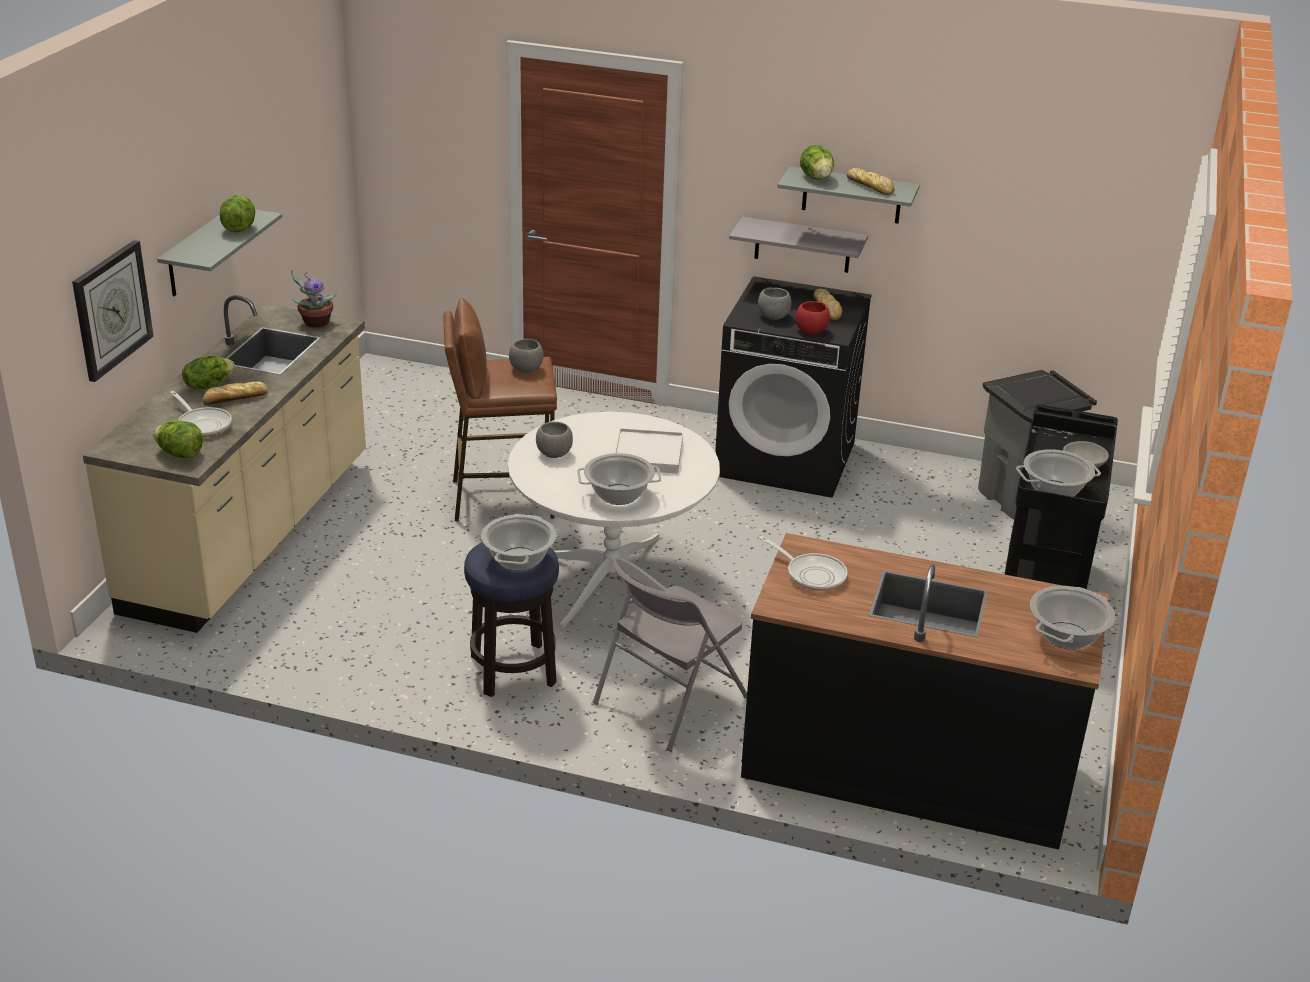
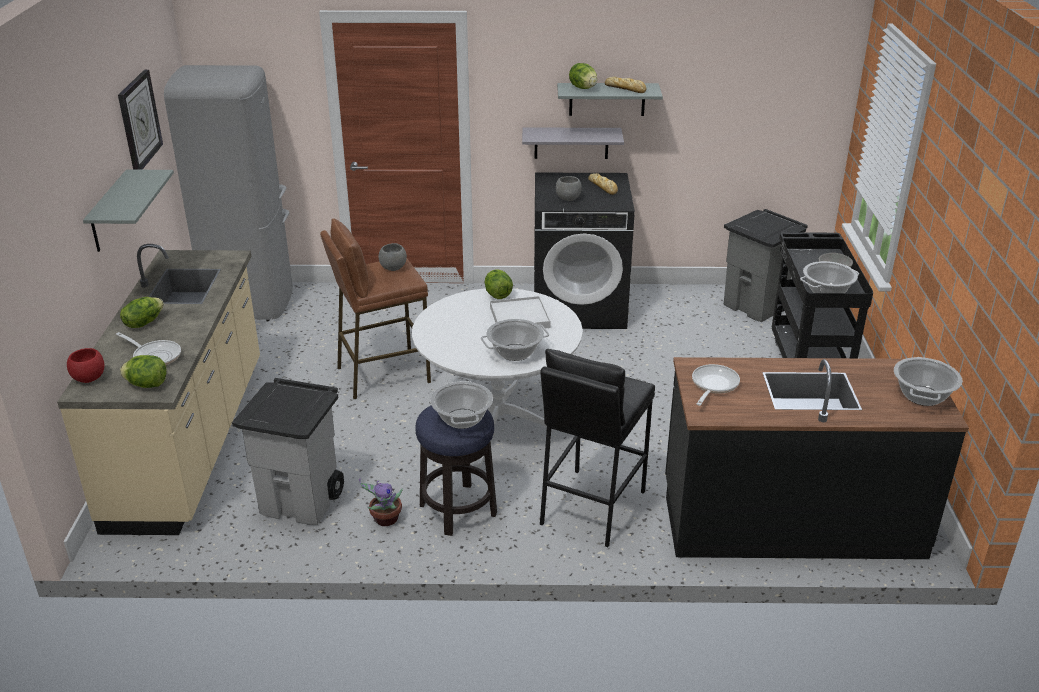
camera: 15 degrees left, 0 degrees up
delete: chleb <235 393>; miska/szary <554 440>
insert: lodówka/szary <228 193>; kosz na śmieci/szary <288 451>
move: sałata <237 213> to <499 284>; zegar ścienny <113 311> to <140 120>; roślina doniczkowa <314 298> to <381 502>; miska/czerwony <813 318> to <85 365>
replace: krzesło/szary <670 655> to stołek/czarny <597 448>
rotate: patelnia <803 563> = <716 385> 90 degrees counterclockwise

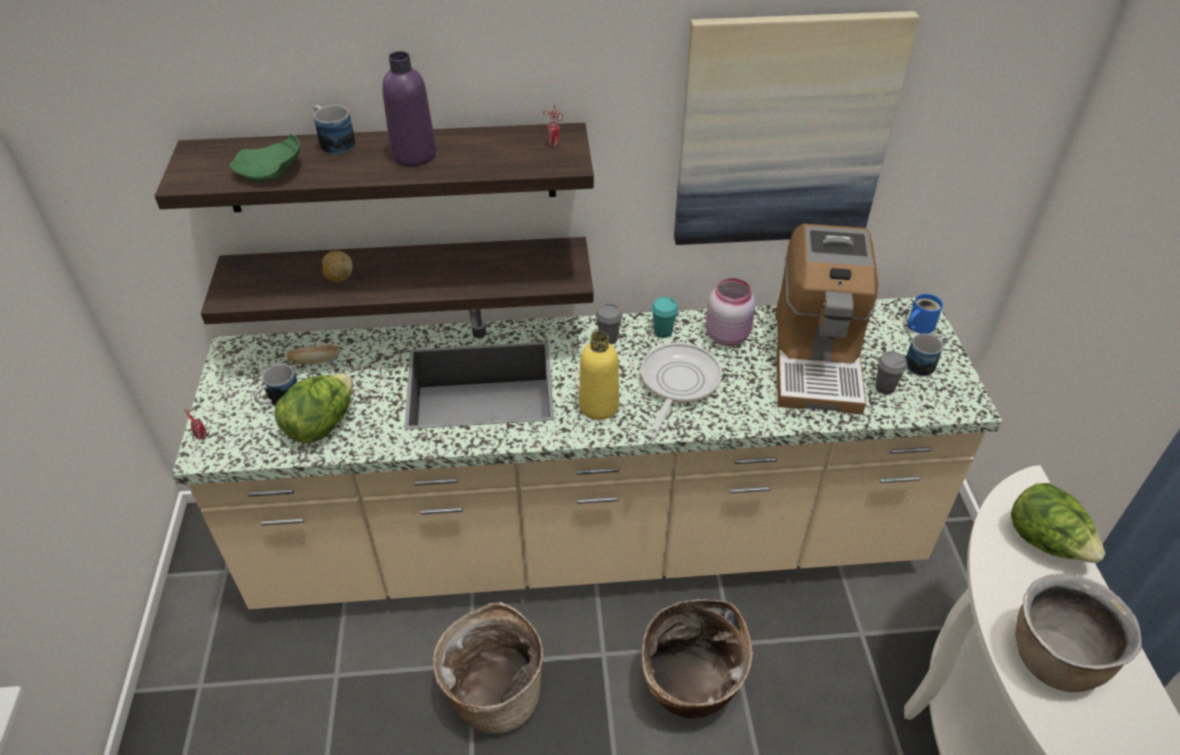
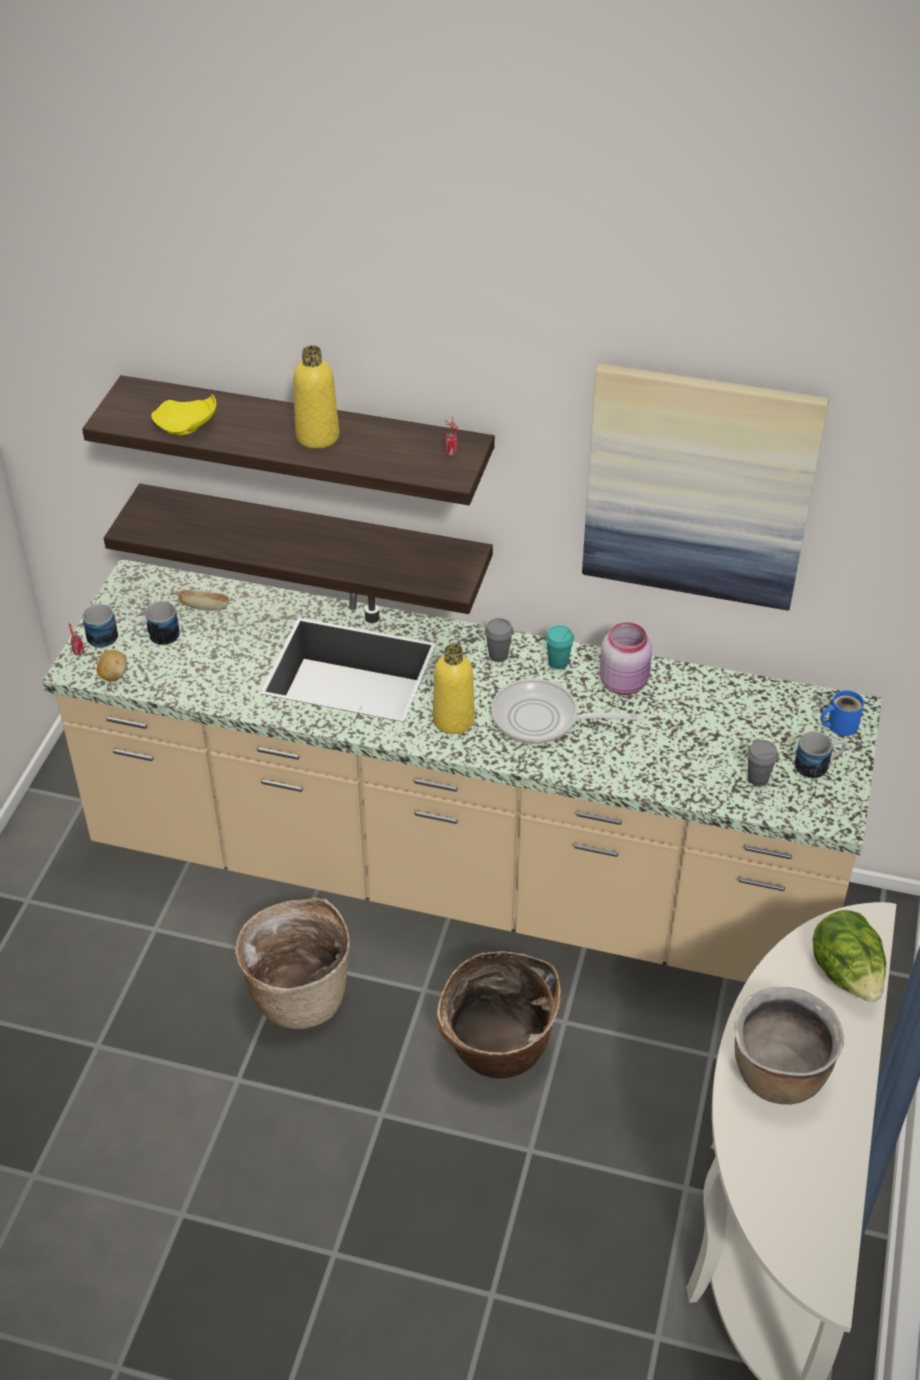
camera: 20 degrees right, 0 degrees up
delete: ekspres do kawy <827 319>; sałata <313 408>
move: kubek <334 130> to <100 623>; ziemniak <337 266> to <112 665>
recolor: butelka/fioletowy <409 109> to butelka/żółty <316 397>; talerz/zielony <265 158> to talerz/żółty <183 414>
rotate: patelnia <681 391> = <567 711> 120 degrees counterclockwise

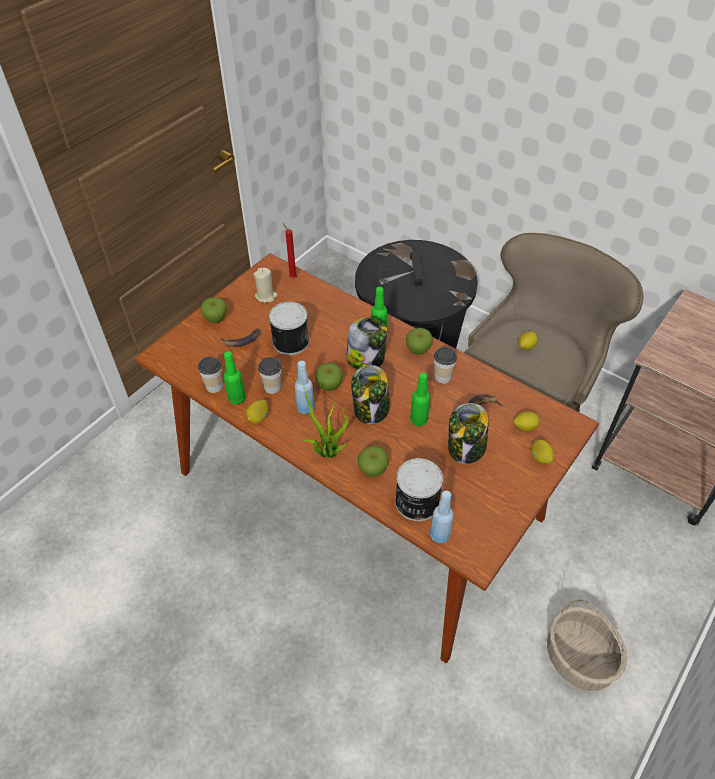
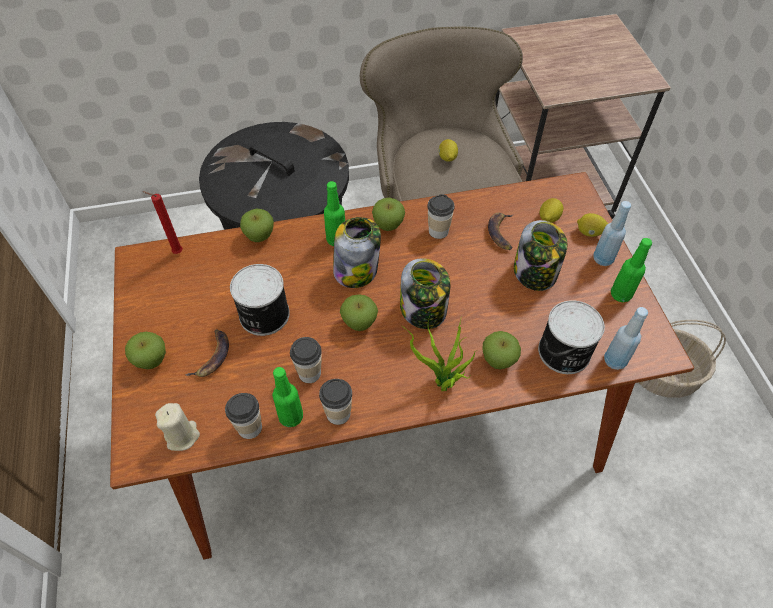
camera: 50 degrees left, 5 degrees up
insert: jabłko <257 225>
move: świeca/beżowy <265 285> to <177 427>; butelka/niebieski <305 387> to <612 233>; butelka/zielony <420 399> to <631 270>
replace: cytryna <257 411> to filiżanka <335 402>

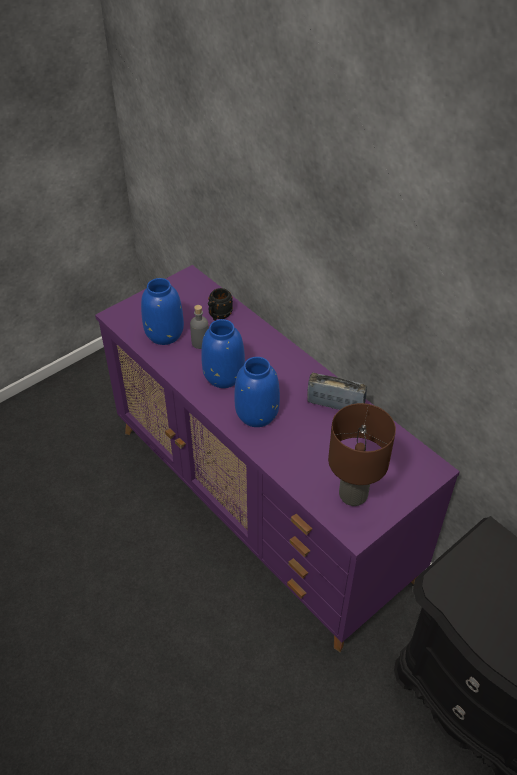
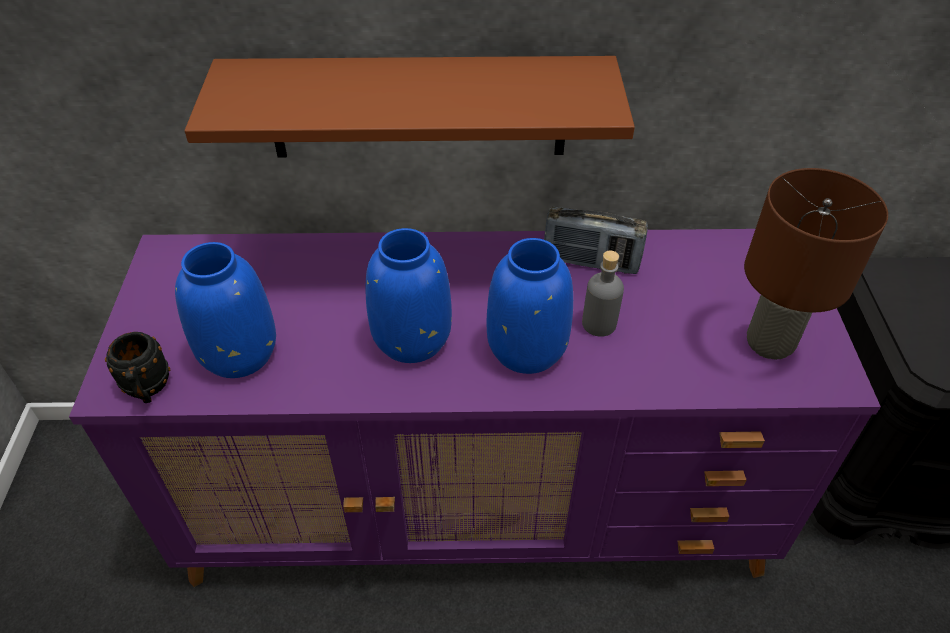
camera: 50 degrees left, 0 degrees up
insert: półka/brązowy <410 107>
move: kubek/czarny <220 304> to <137 367>; butelka/szary <199 327> to <603 294>
rotate: radio <337 391> = <596 240> 135 degrees counterclockwise

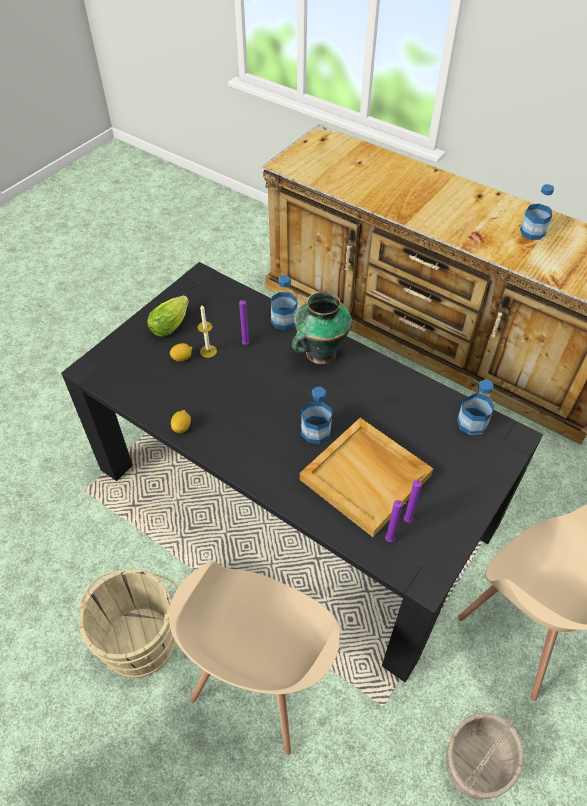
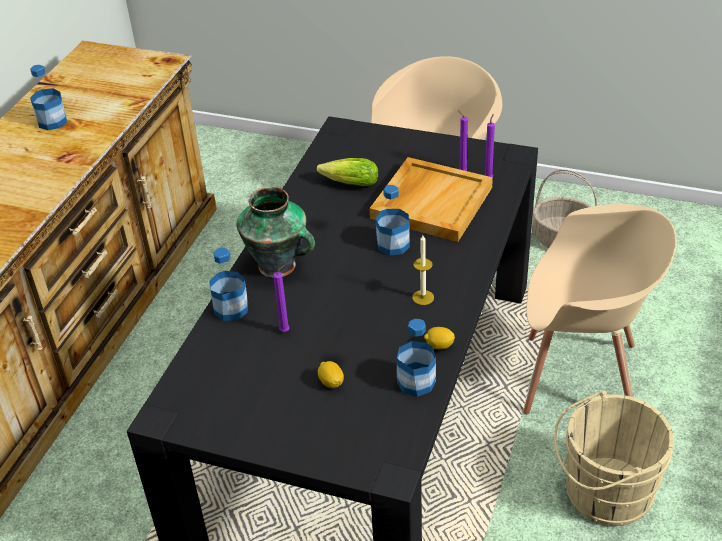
camera: 105 degrees left, 10 degrees down
move: sałata <168 316> to <348 172>; świeca <207 331> to <423 270>; butelka <475 407> to <416 358>

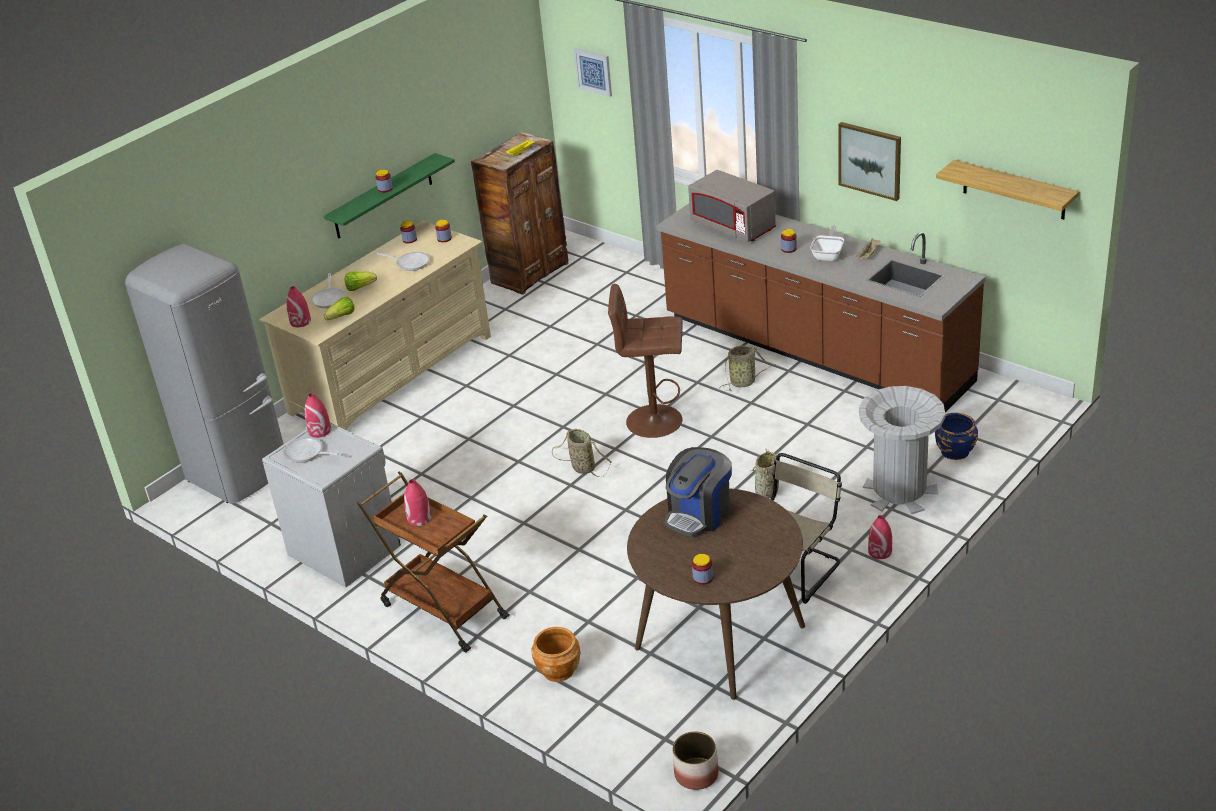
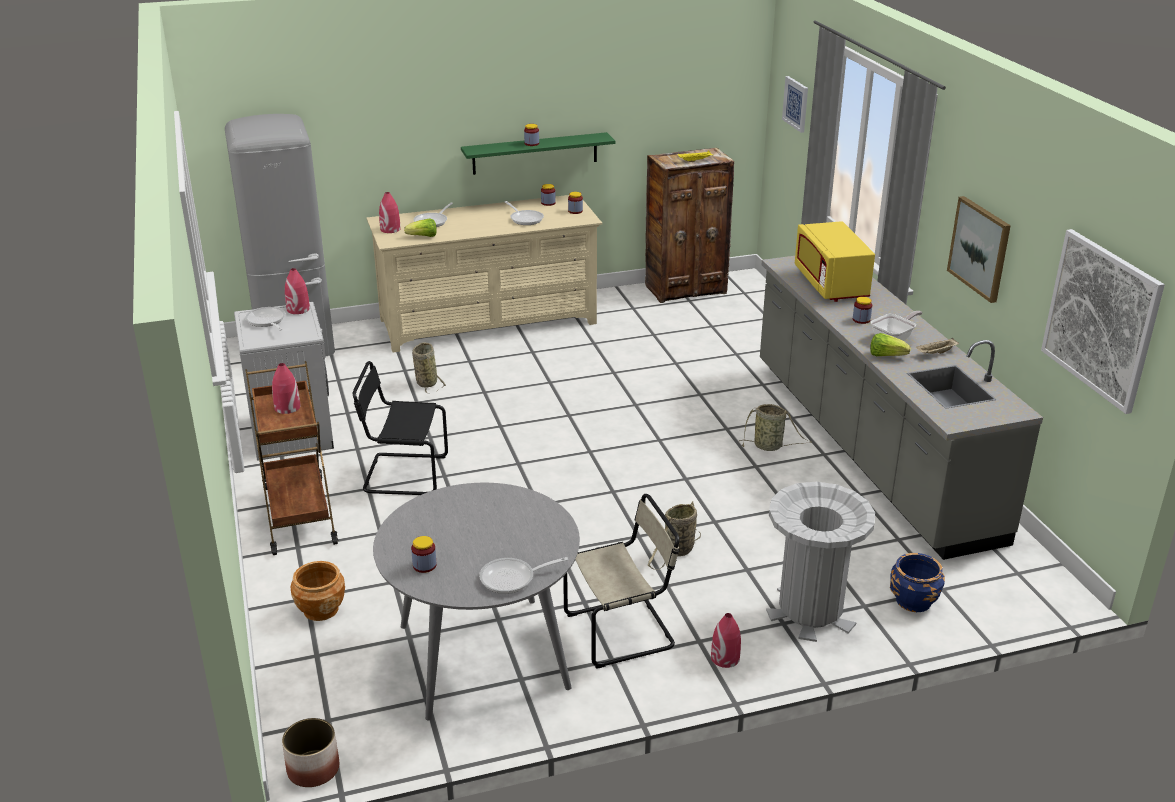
camera: 30 degrees right, 5 degrees down
delete: stołek/brązowy <645 361>; ekspres do kawy <698 492>
insert: krzesło/czarny <400 428>; patelnia <523 575>
move: sałata <361 281> to <890 344>; koszyk <582 453> to <429 368>
replace: półka <1007 189> to obraz <1103 321>
recolor: mikrofalówka/szary <732 206> to mikrofalówka/żółty <835 261>; zabudowa kuchenna/brązowy <821 307> to zabudowa kuchenna/szary <901 408>; stół jadalny/brązowy <716 594> to stół jadalny/szary <476 602>

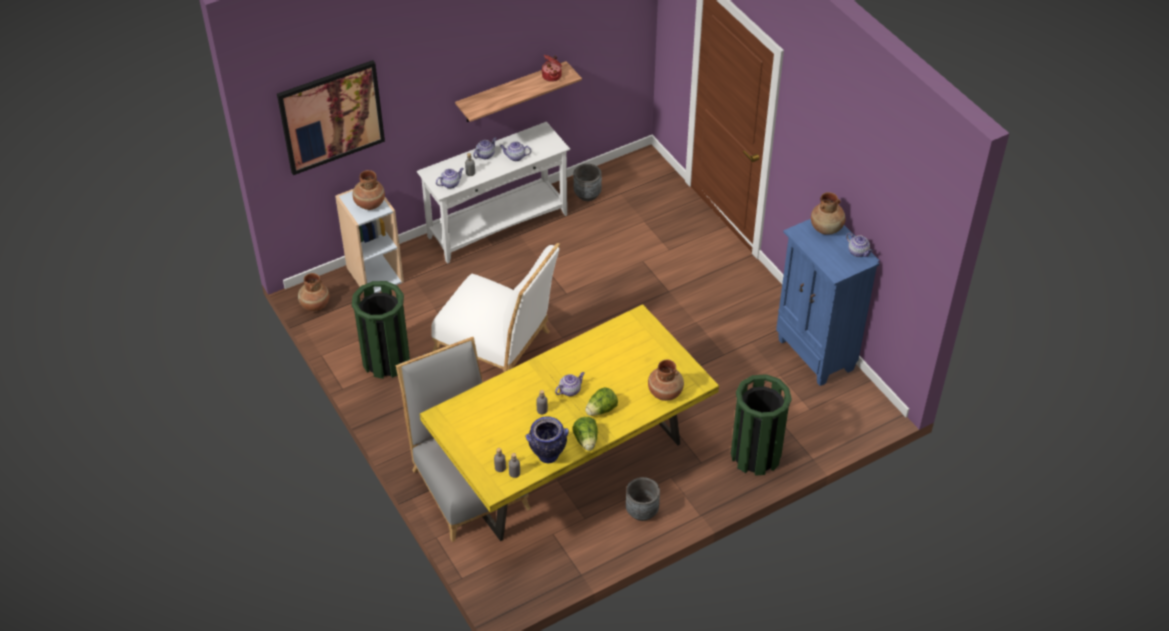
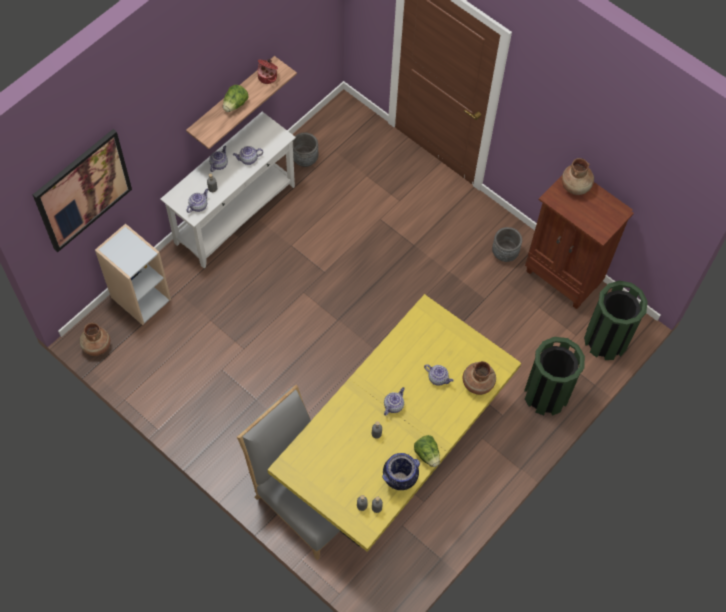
camera: 20 degrees left, 15 degrees up
delete: wazon/brązowy <369 190>; krzesło/biały <495 307>
move: imbryk <859 245> to <439 375>; kosz na śmieci/zielony <381 330> to <616 320>; sałata <601 401> to <235 98>; donica/szary <643 499> to <507 244>
recolor: szafka/niebieski <828 302> to szafka/brązowy <579 242>

